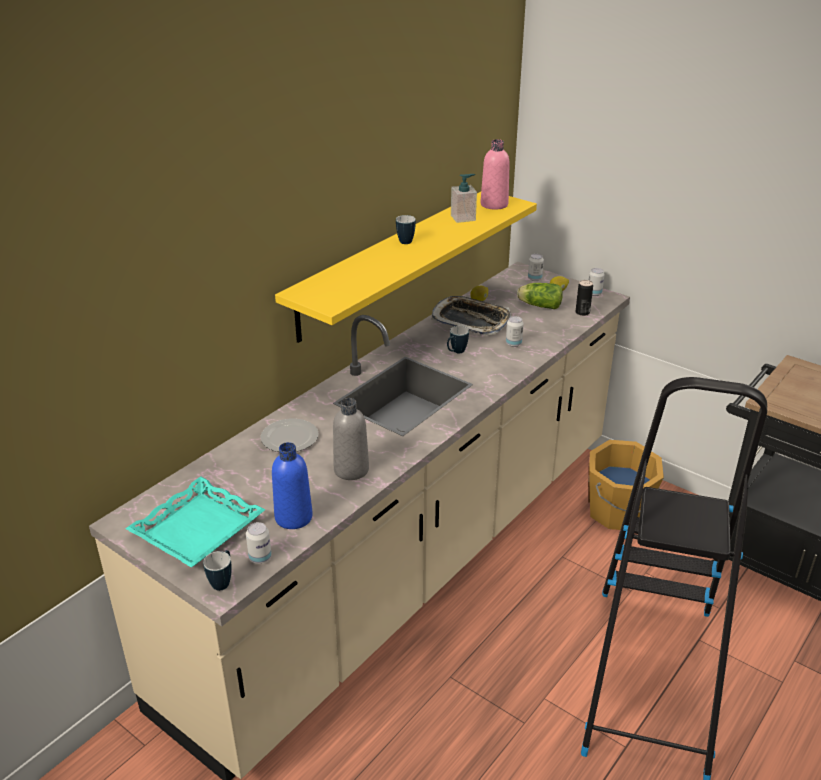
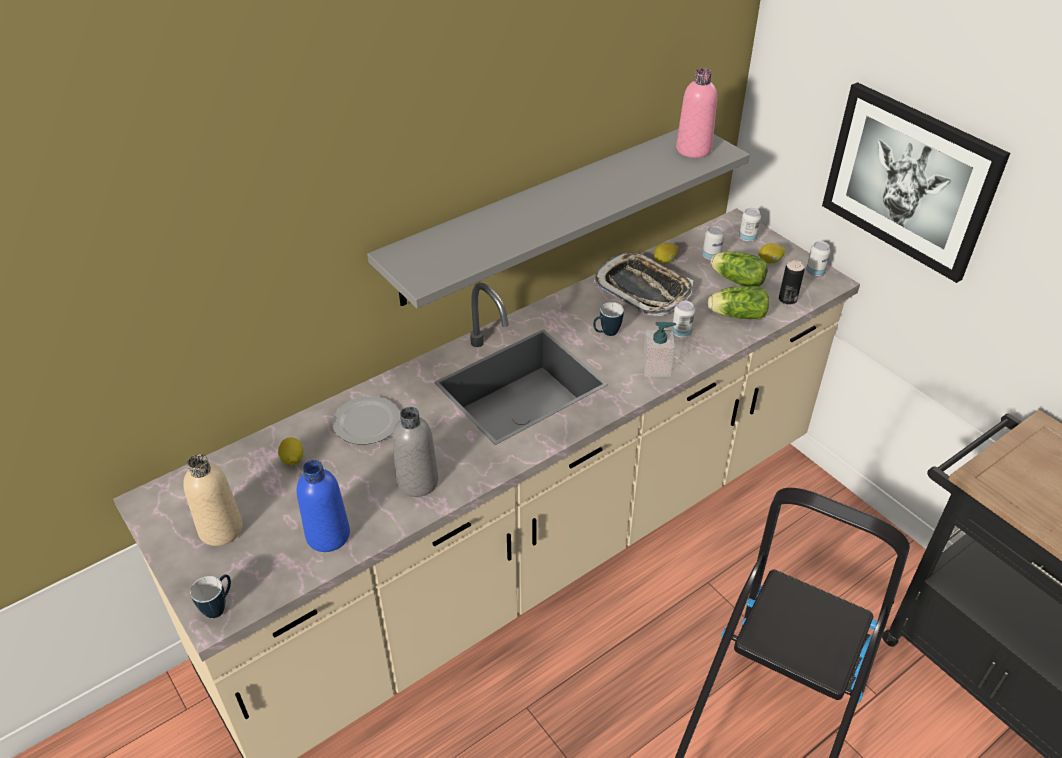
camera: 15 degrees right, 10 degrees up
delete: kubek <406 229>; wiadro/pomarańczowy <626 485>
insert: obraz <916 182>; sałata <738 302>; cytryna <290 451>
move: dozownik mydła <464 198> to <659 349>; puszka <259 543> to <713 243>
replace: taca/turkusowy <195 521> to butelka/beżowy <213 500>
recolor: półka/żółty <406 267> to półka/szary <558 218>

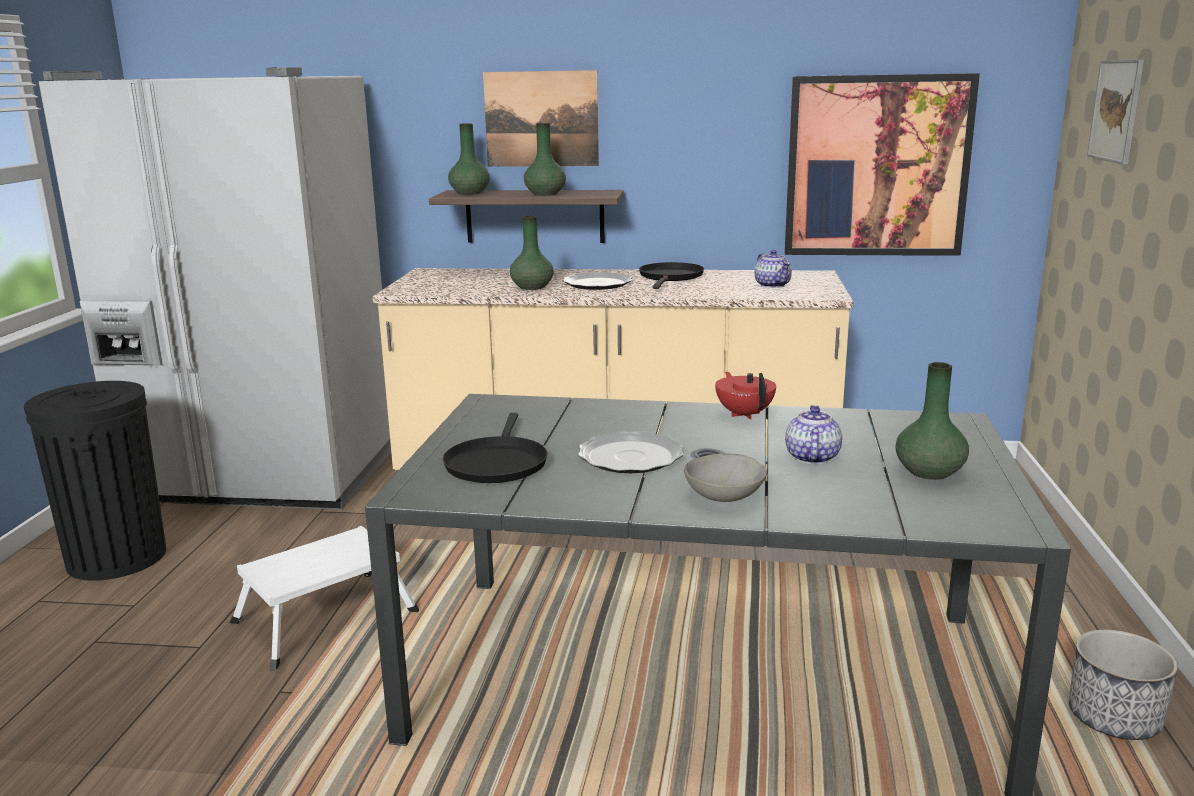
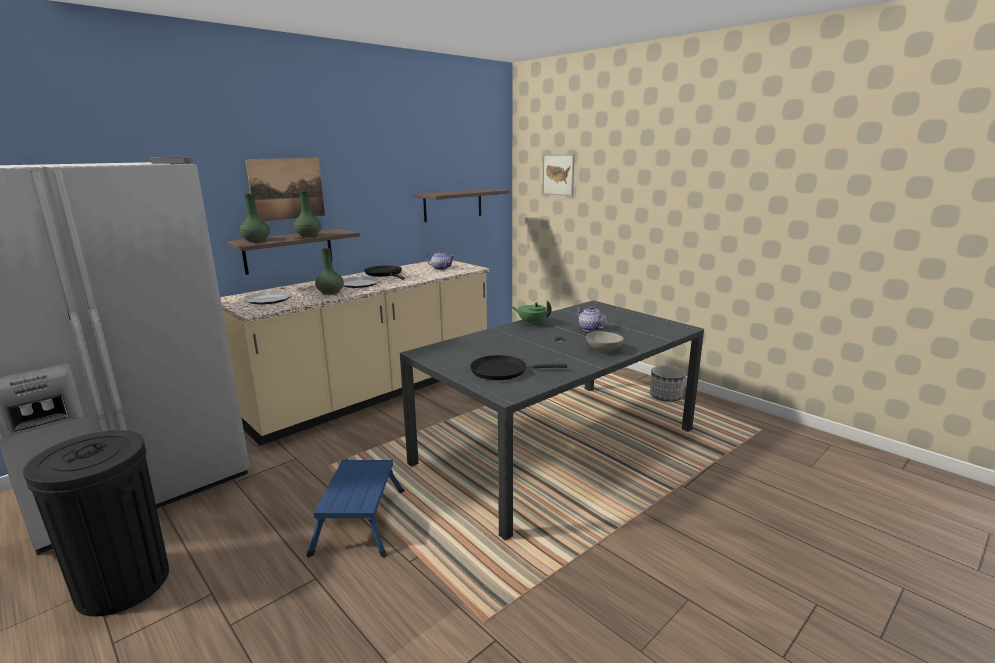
camera: 50 degrees left, 0 degrees up
delete: wazon/zielony <932 421>
move: talerz <631 452> to <268 298>
replace: obraz <882 164> to półka <462 205>
recolor: imbryk/czerwony <745 395> to imbryk/zielony <531 312>; drabinka/biały <325 598> to drabinka/niebieski <355 509>
rotate: patelnia/czarny <495 448> = <518 367> 135 degrees clockwise

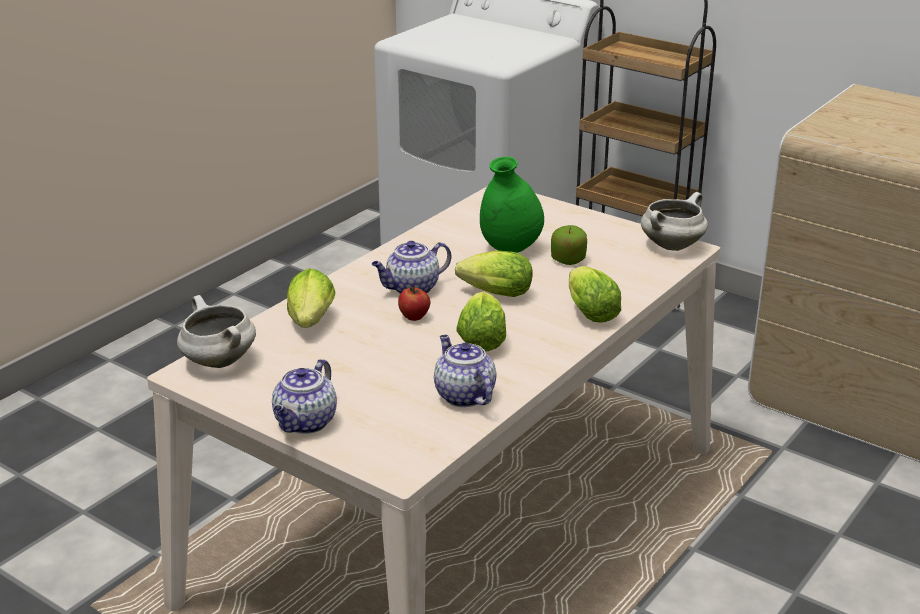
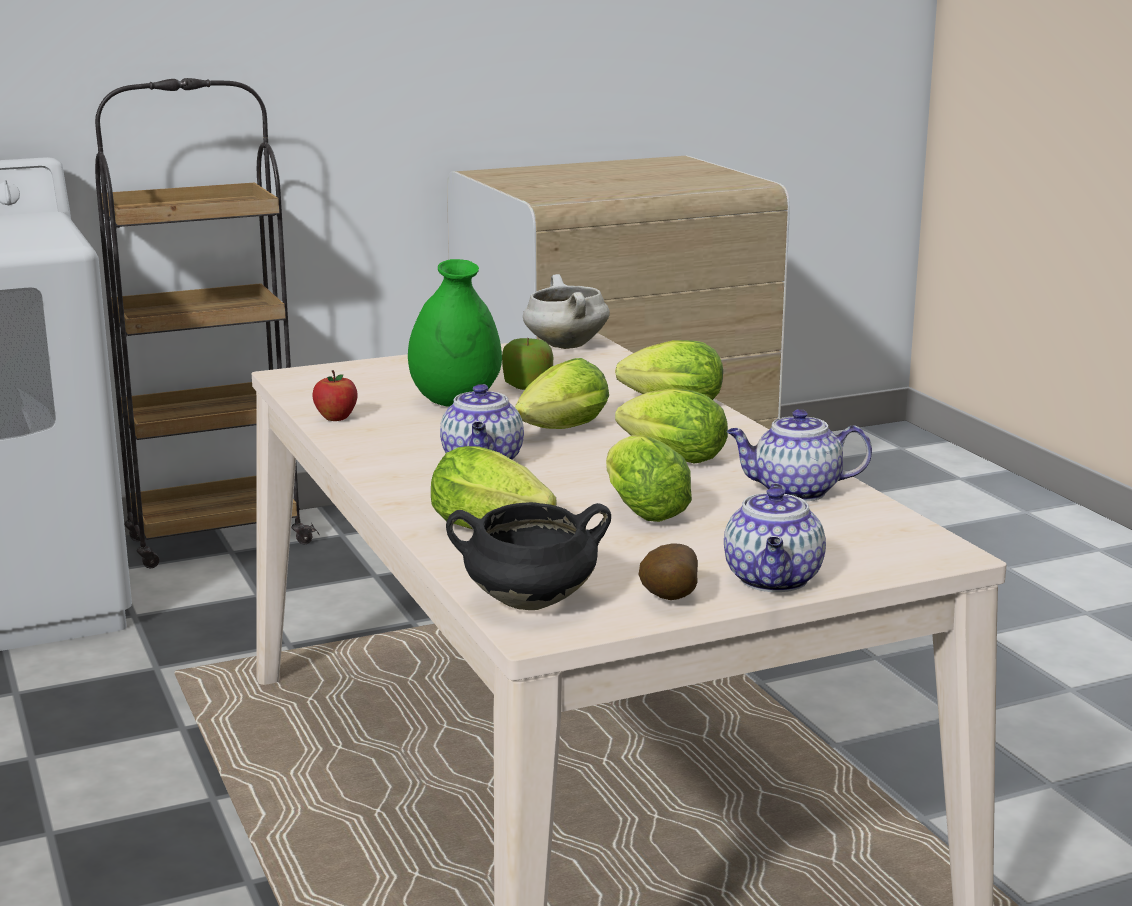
camera: 60 degrees left, 10 degrees down
insert: sałata <649 478>; ziemniak <668 571>
move: jabłko <414 303> to <334 395>
recolor: garnek/biały <216 331> to garnek/czarny <528 556>
rotate: imbryk <304 396> = <775 537> 45 degrees clockwise

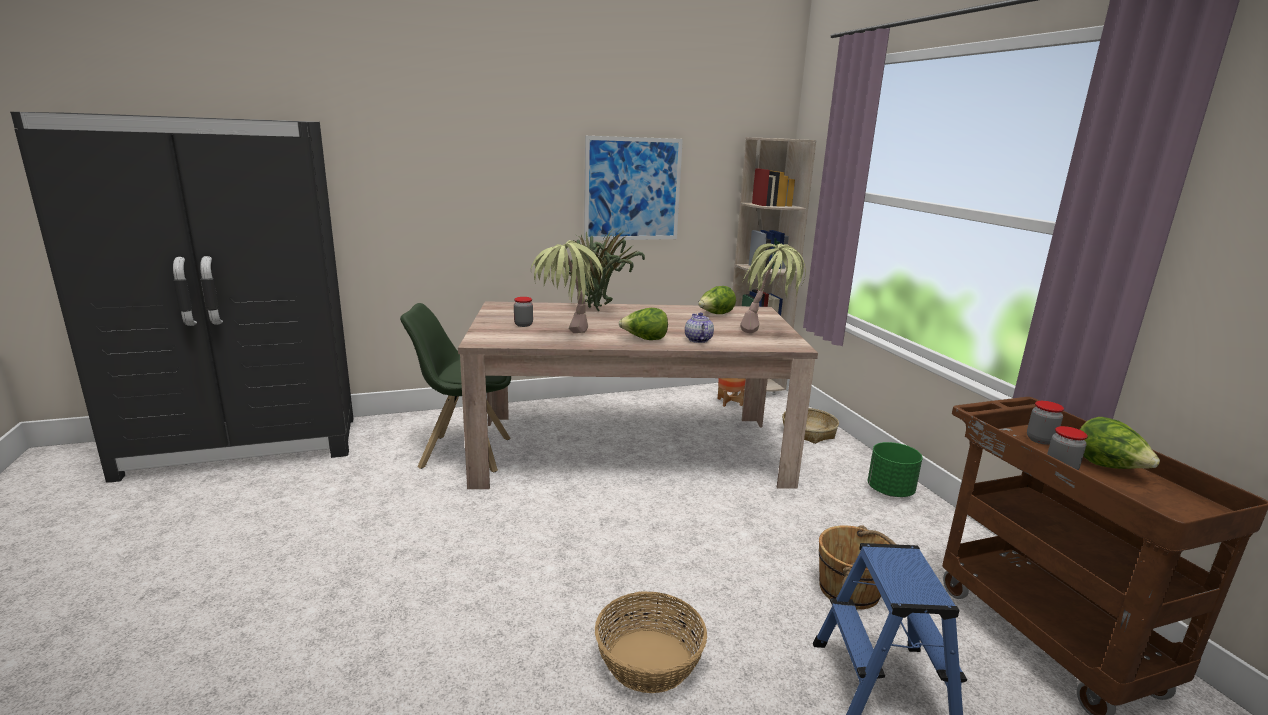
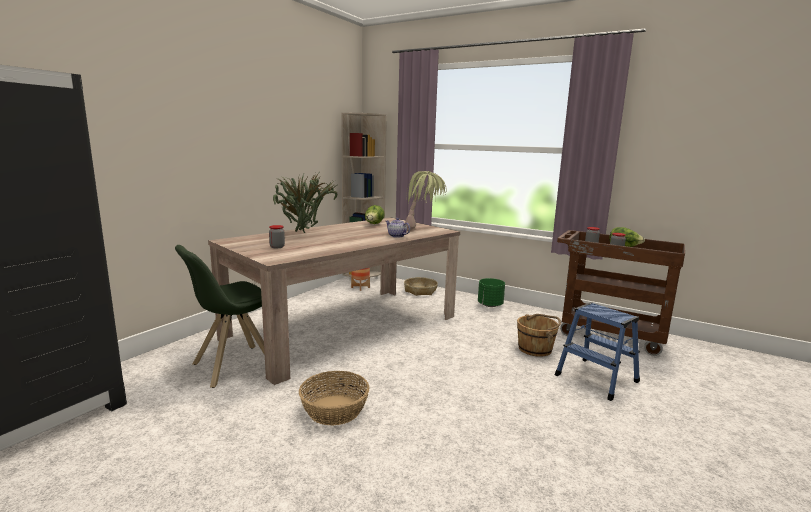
camera: 40 degrees left, 5 degrees down
delete: obraz <633 188>; roślina doniczkowa <569 286>; sałata <643 324>
move: koszyk <651 642> to <334 398>

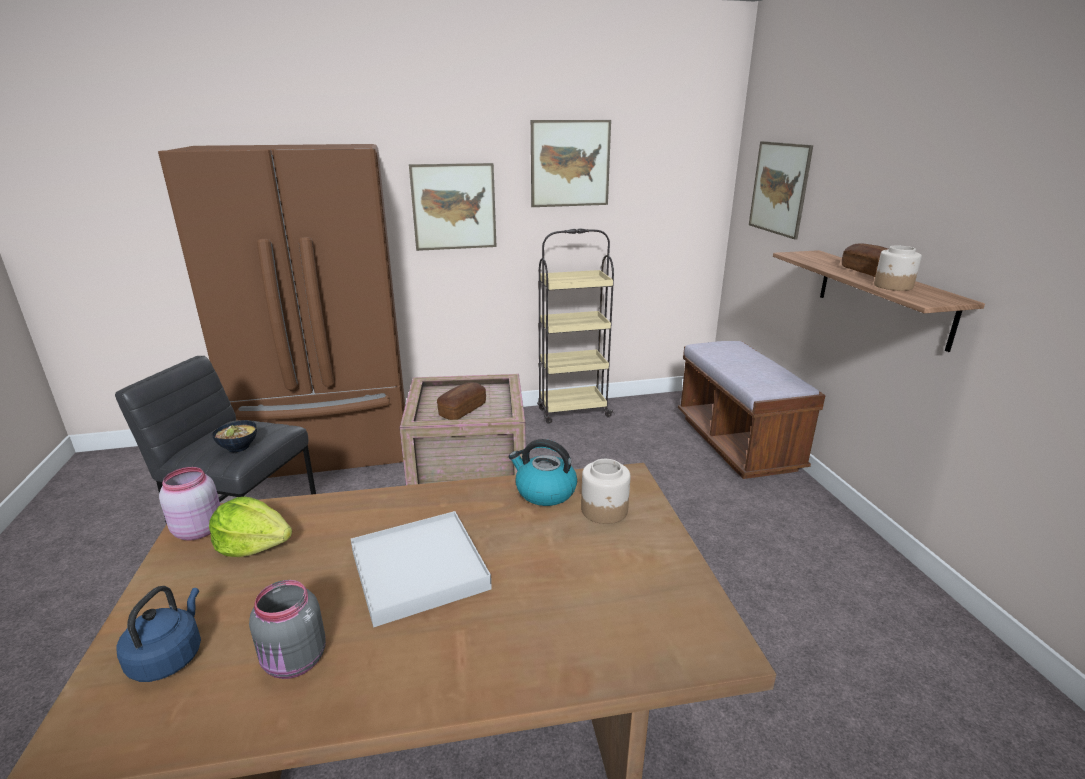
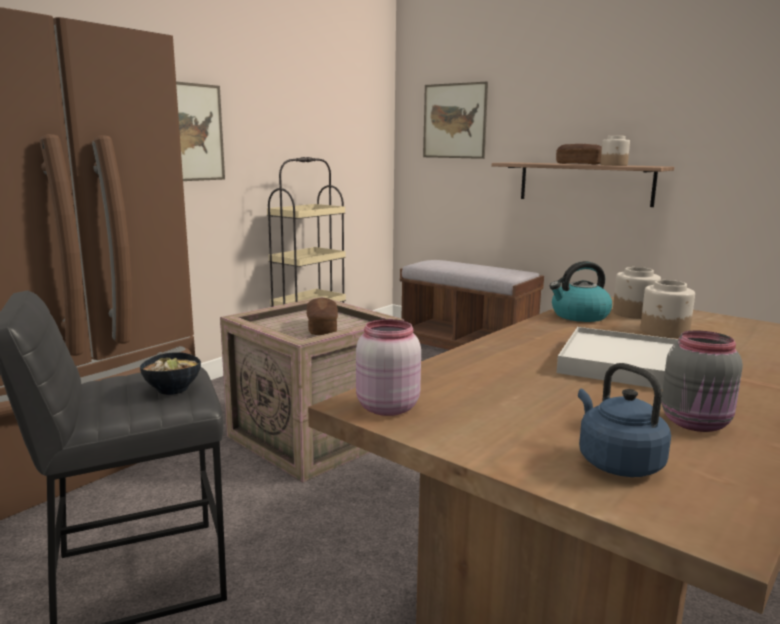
camera: 40 degrees left, 10 degrees down
delete: obraz <571 163>; sałata <250 527>
insert: słoik <667 309>

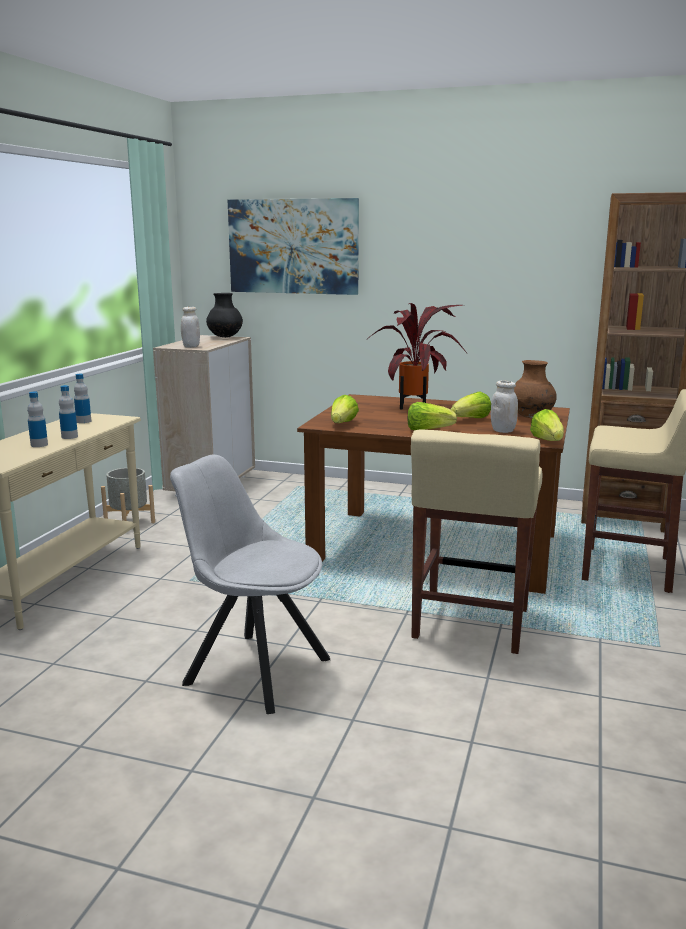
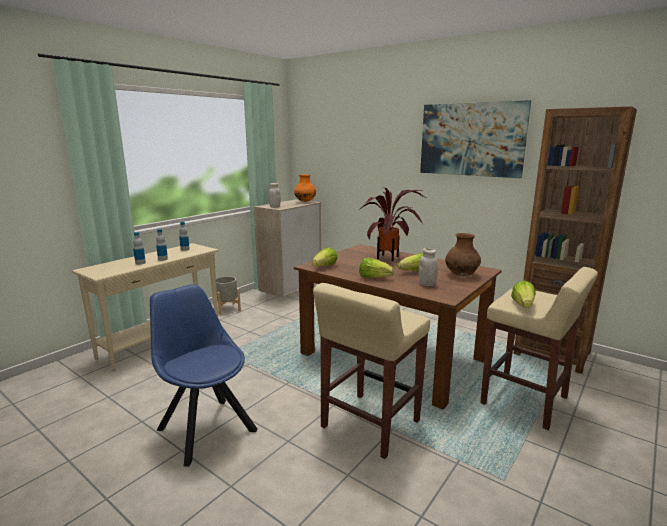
camera: 20 degrees right, 0 degrees up
move: obraz <293 246> to <475 139>; sałata <547 425> to <523 294>
recolor: wazon/czarny <224 315> to wazon/pomarańczowy <305 188>; krzesło/szary <250 584> to krzesło/niebieski <203 375>

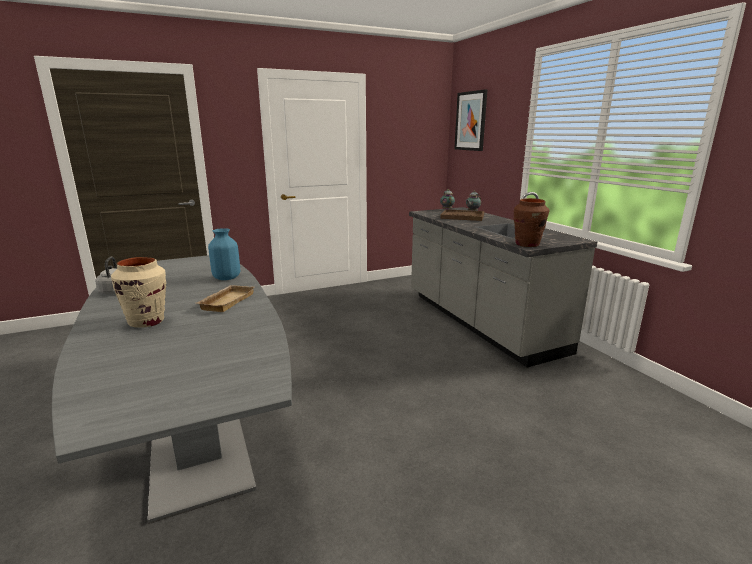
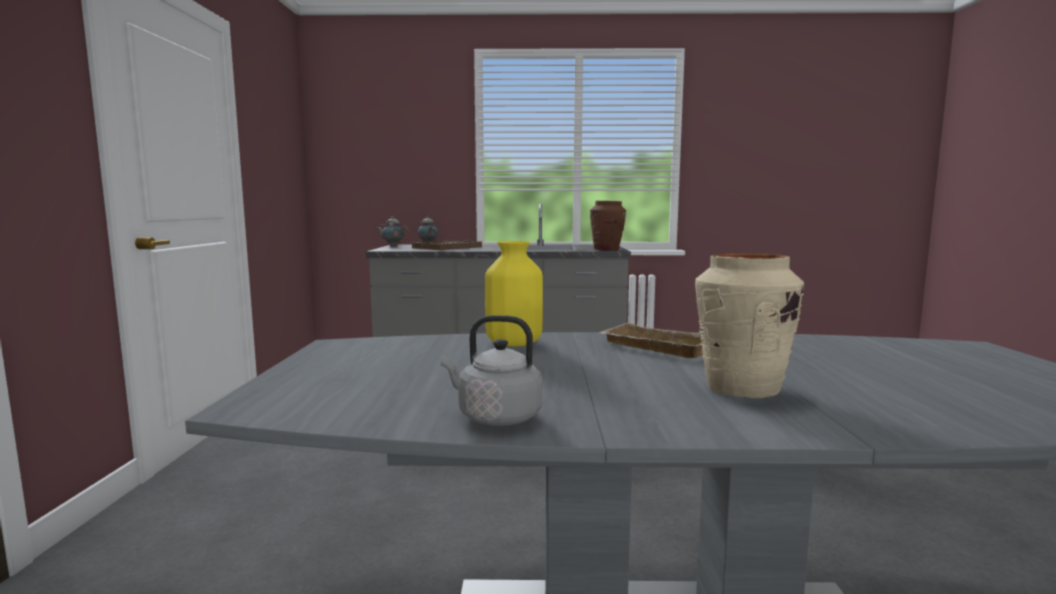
camera: 65 degrees left, 10 degrees down
delete: obraz <470 120>
recolor: wazon/niebieski <224 254> to wazon/żółty <514 294>

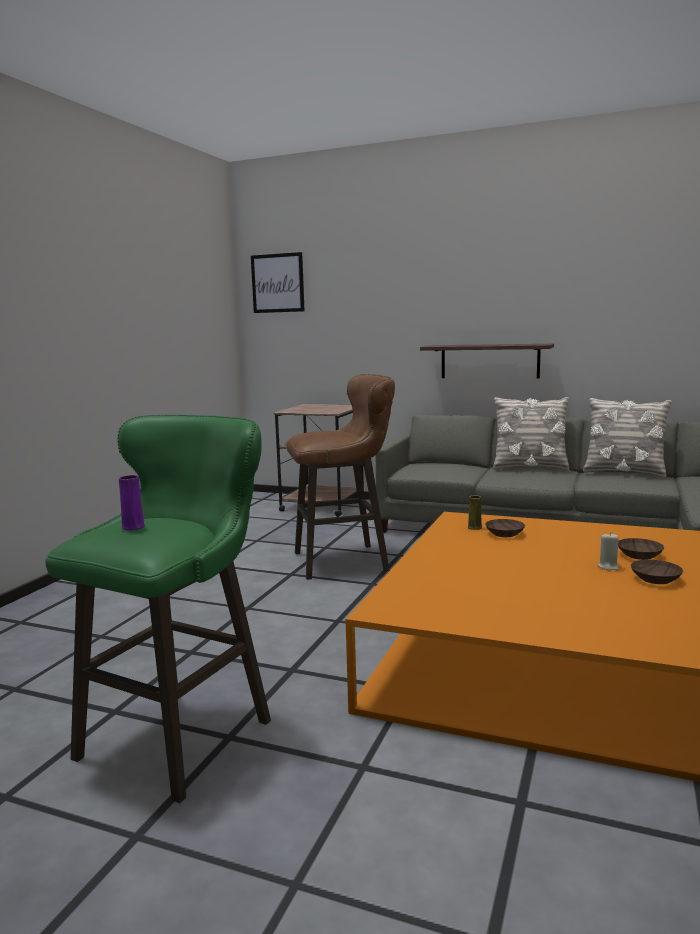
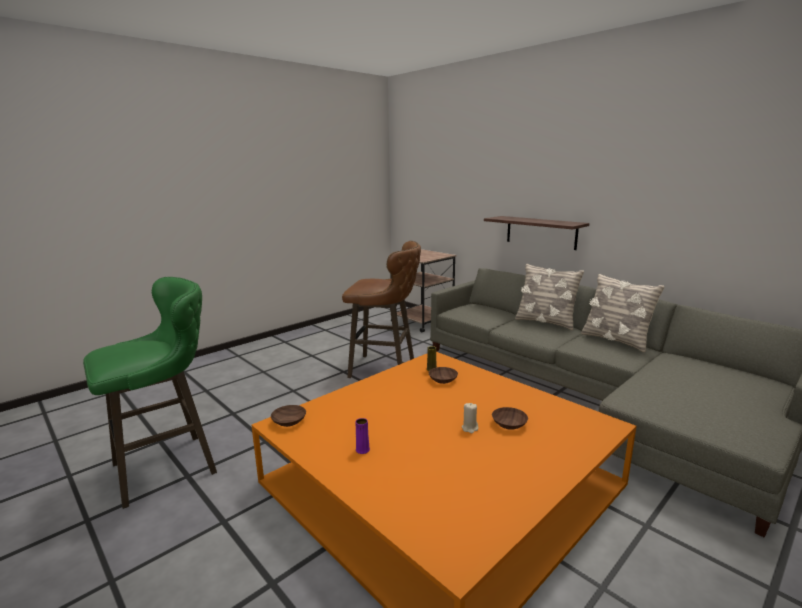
camera: 25 degrees right, 5 degrees up
delete: obraz <278 282>
move: wazon/fioletowy <132 502> to <362 436>; miska/brązowy <657 572> to <288 416>

